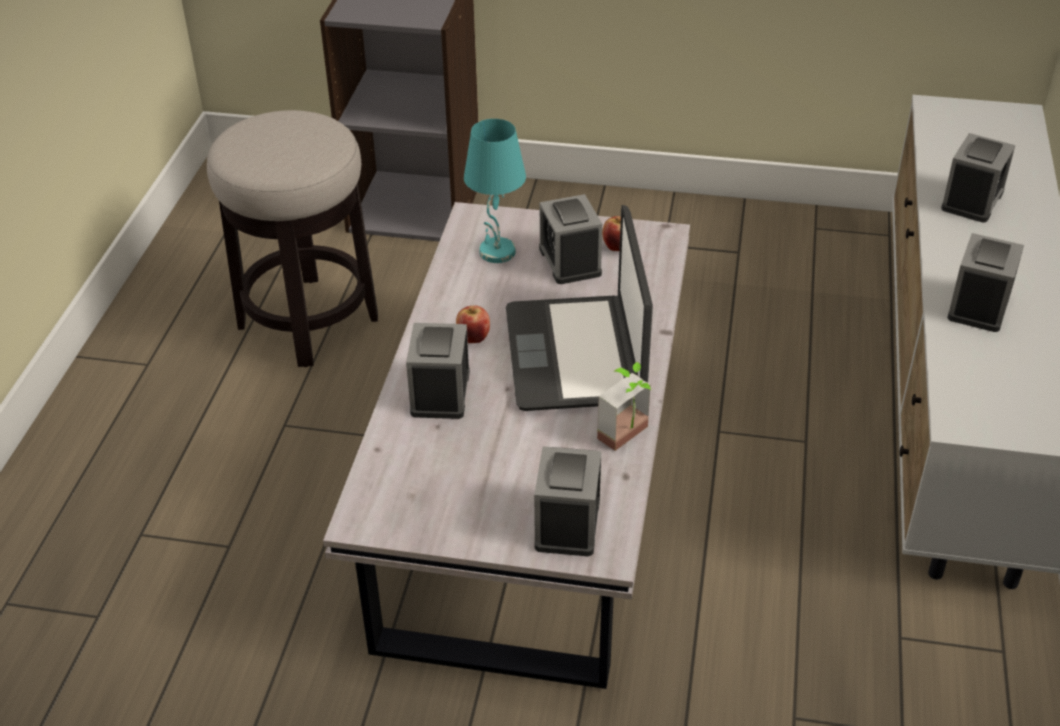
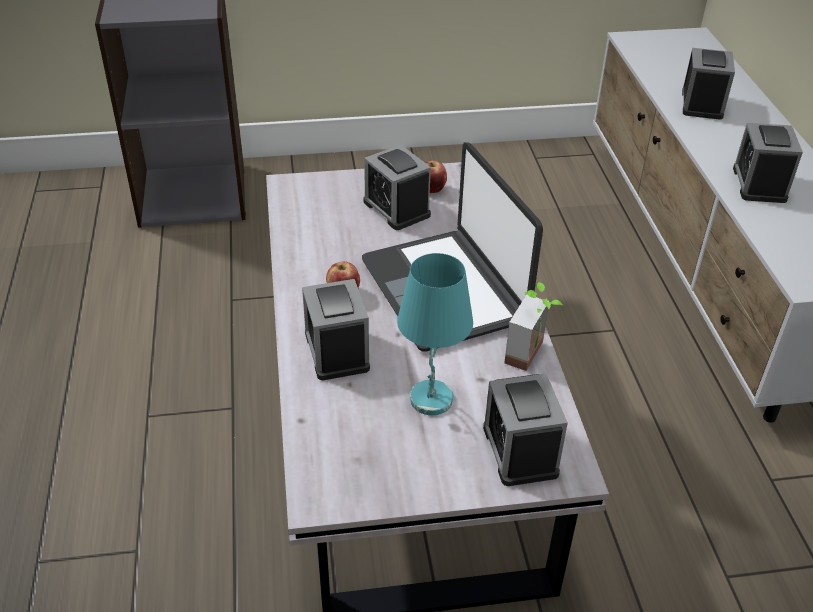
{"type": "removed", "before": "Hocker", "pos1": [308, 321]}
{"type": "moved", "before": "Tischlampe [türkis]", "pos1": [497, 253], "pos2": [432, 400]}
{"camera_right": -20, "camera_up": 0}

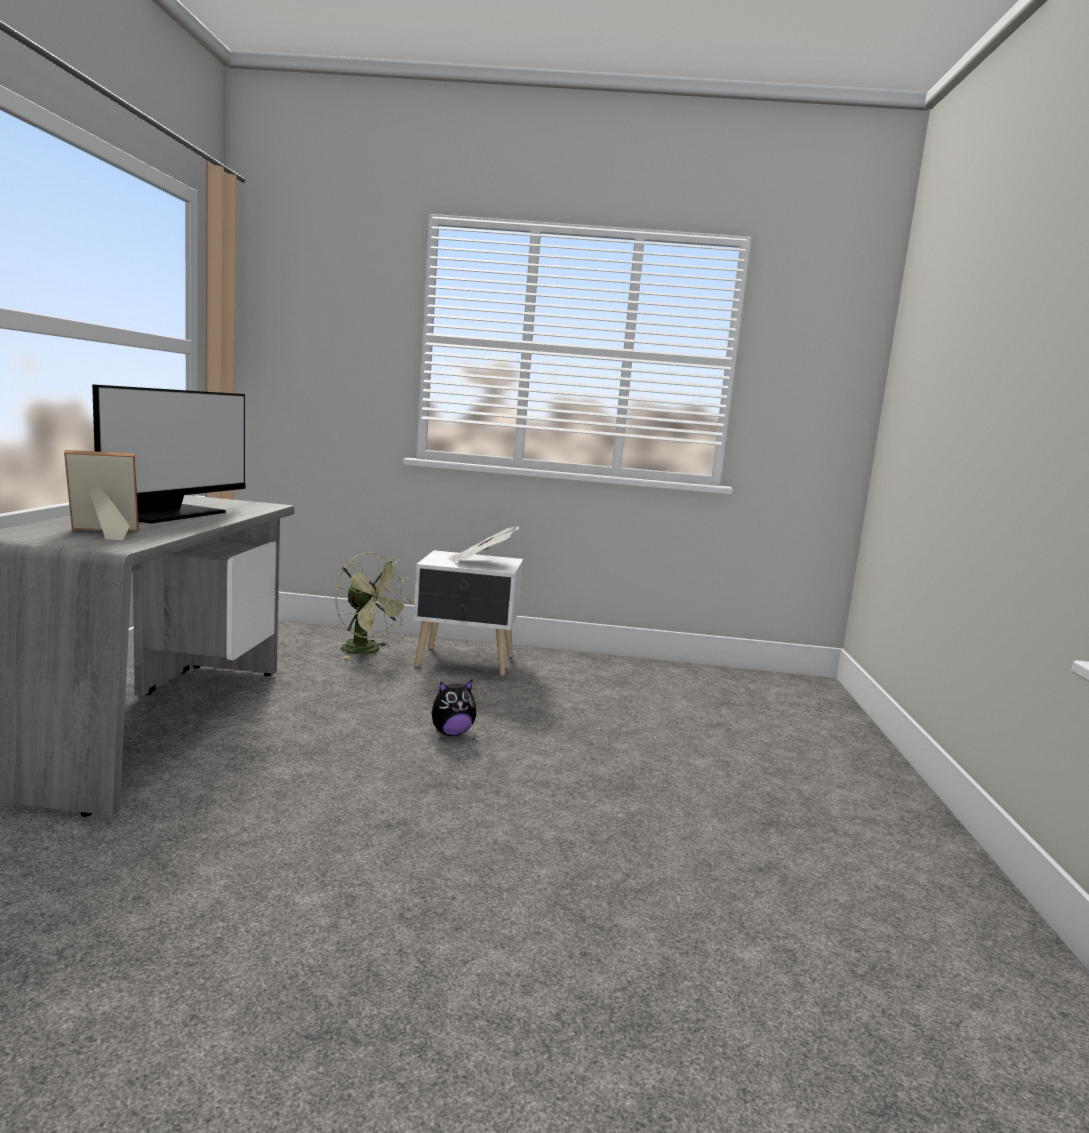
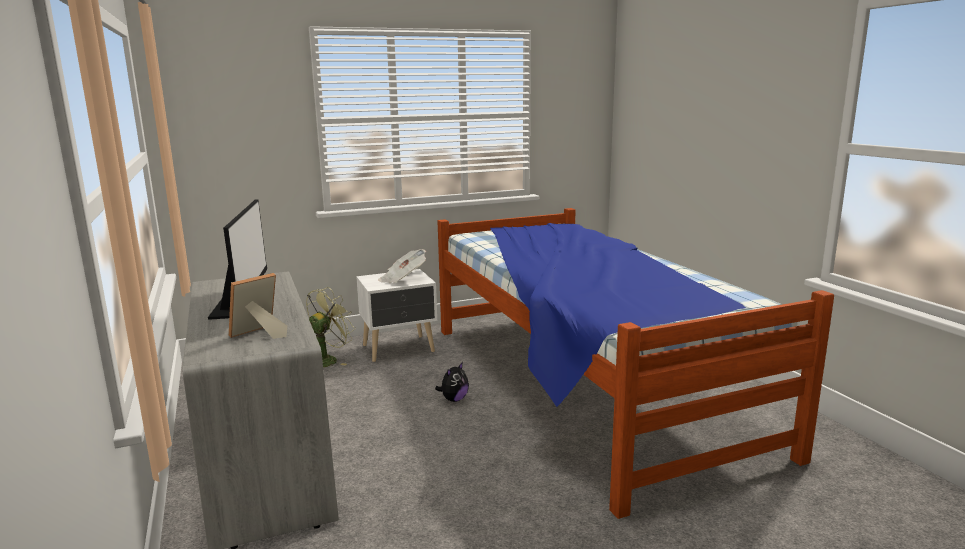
{"type": "added", "after": "Bett", "pos2": [583, 384]}
{"type": "turned", "before": "Ventilator [grün]", "pos1": [367, 651], "pos2": [327, 360], "turn": -60}
{"camera_right": -25, "camera_up": 5}

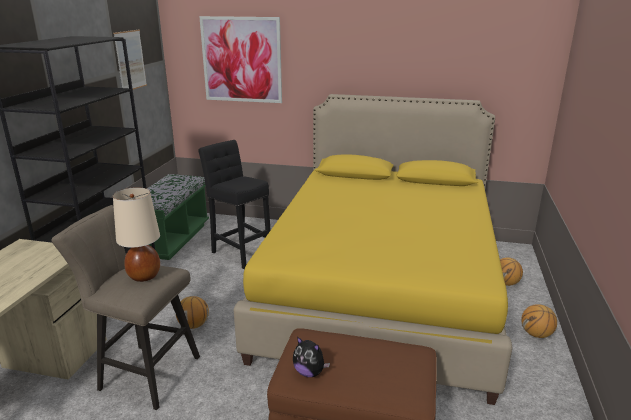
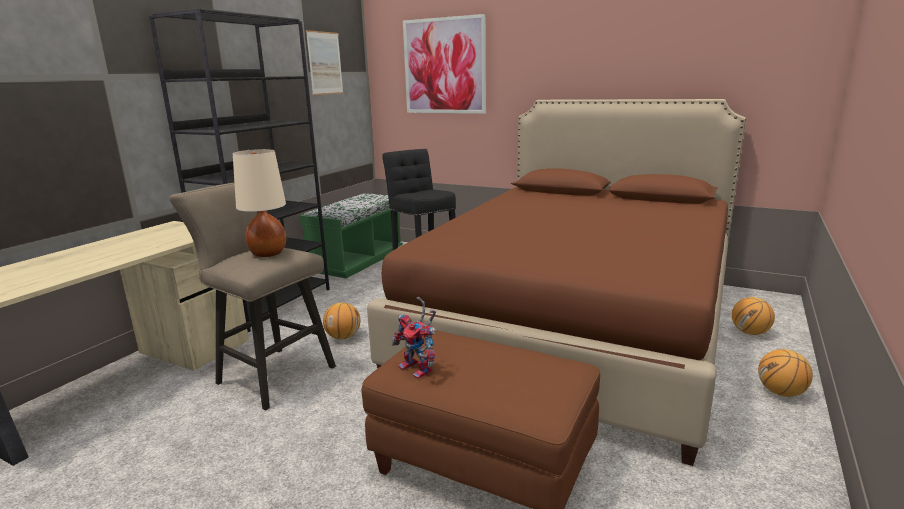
{"type": "replaced", "before": "Plüschtier", "after": "Spielzeugroboter", "pos1": [309, 372], "pos2": [419, 370]}
{"type": "recoloured", "before": "Bett [gelb]", "after": "Bett [braun]", "pos1": [381, 290], "pos2": [576, 325]}
{"camera_right": 15, "camera_up": -5}

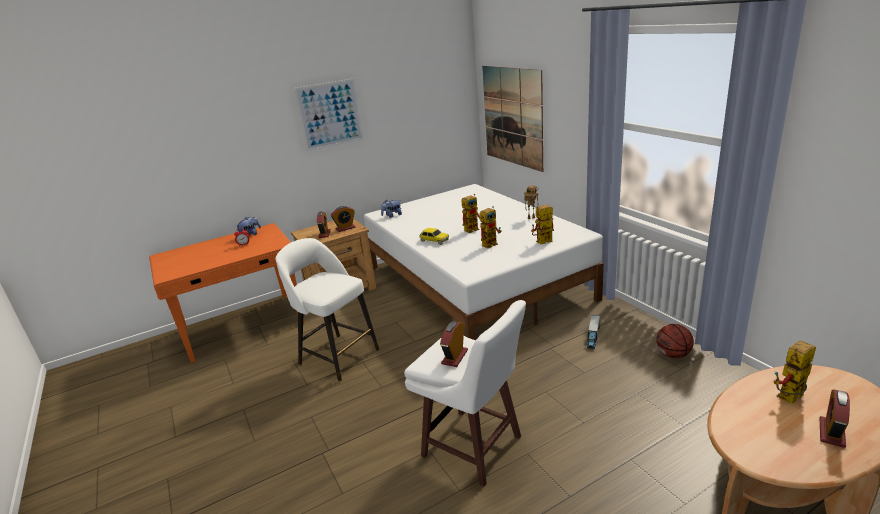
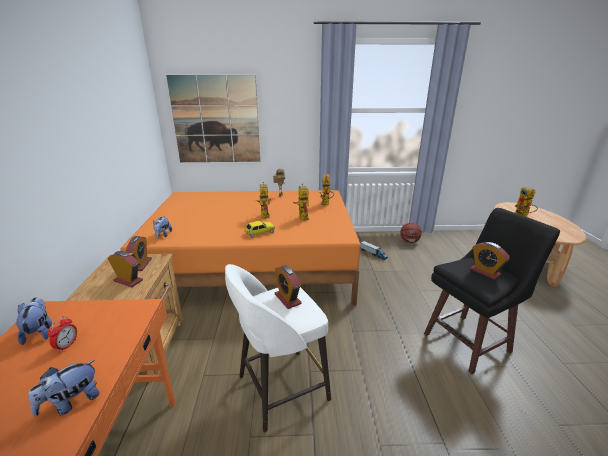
{"type": "removed", "before": "Bild", "pos1": [330, 114]}
{"type": "added", "after": "Plüschtier", "pos2": [72, 402]}
{"type": "moved", "before": "Wecker", "pos1": [831, 433], "pos2": [287, 299]}
{"type": "recoloured", "before": "Bett [weiß]", "after": "Bett [orange]", "pos1": [475, 282], "pos2": [254, 266]}
{"type": "recoloured", "before": "Hocker [weiß]", "after": "Hocker [schwarz]", "pos1": [474, 448], "pos2": [469, 342]}
{"camera_right": -65, "camera_up": 0}

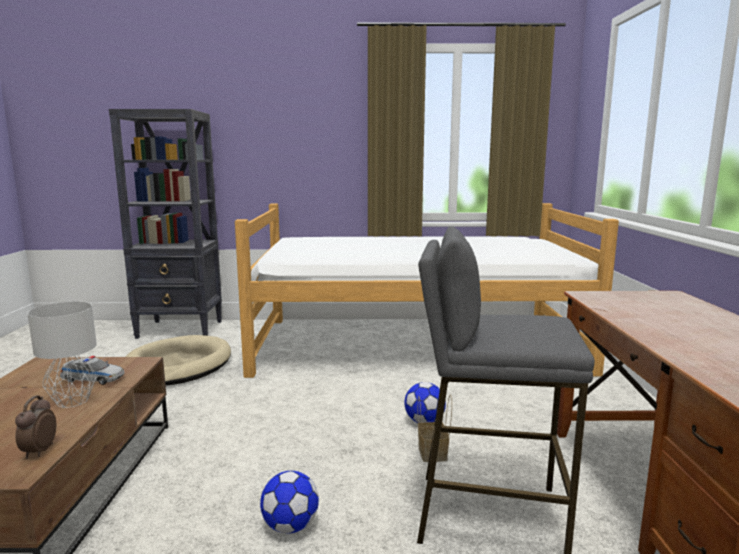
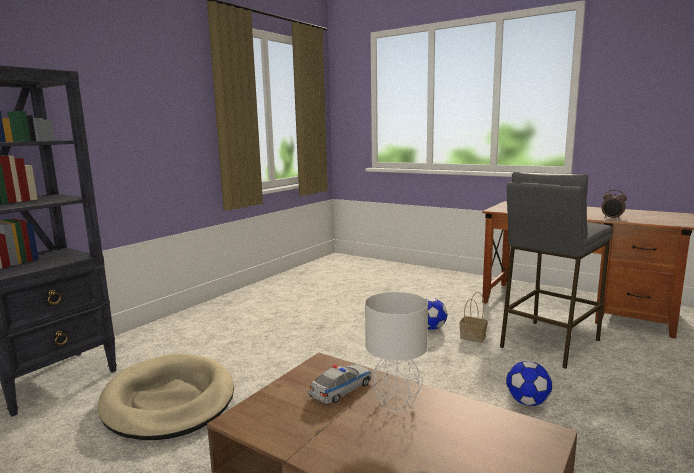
{"type": "removed", "before": "Bett", "pos1": [415, 345]}
{"type": "moved", "before": "Wecker", "pos1": [38, 451], "pos2": [612, 218]}
{"camera_right": -55, "camera_up": 0}

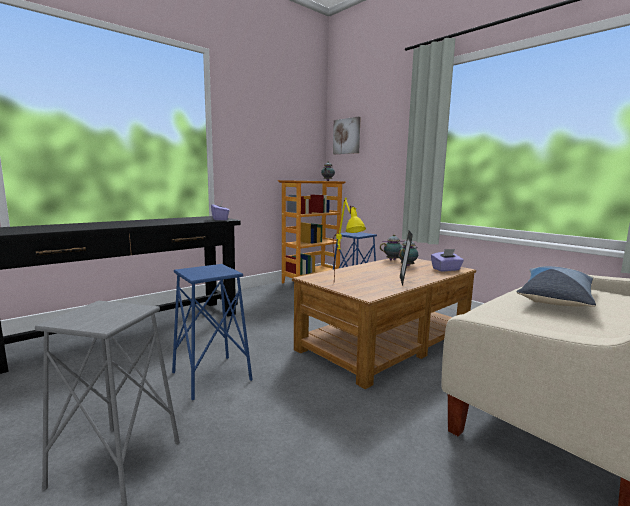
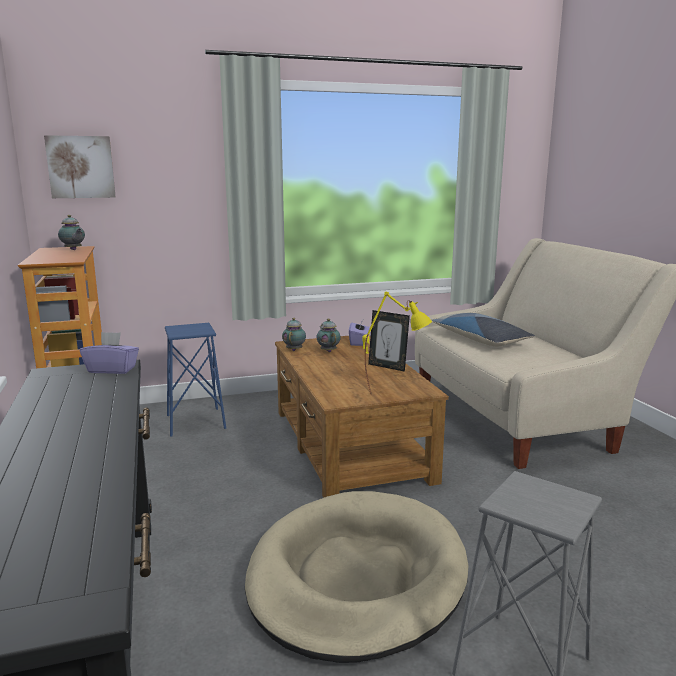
{"type": "replaced", "before": "Hocker [blau]", "after": "Hundebett [beige]", "pos1": [211, 376], "pos2": [357, 577]}
{"camera_right": -65, "camera_up": 5}

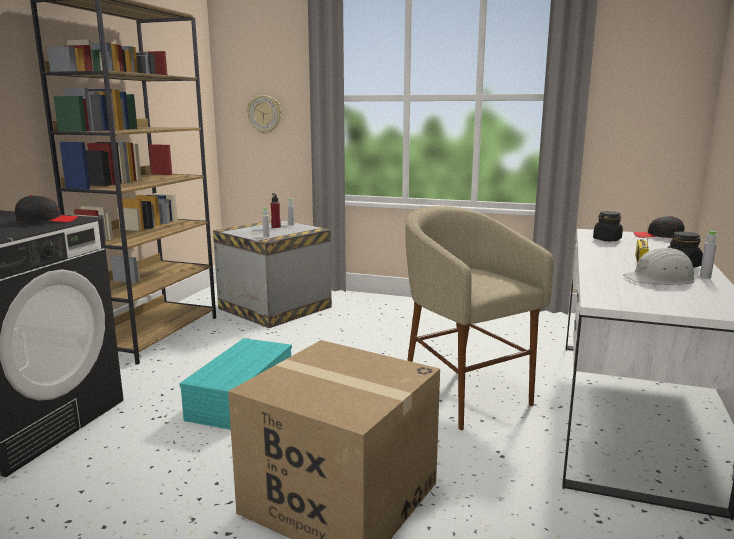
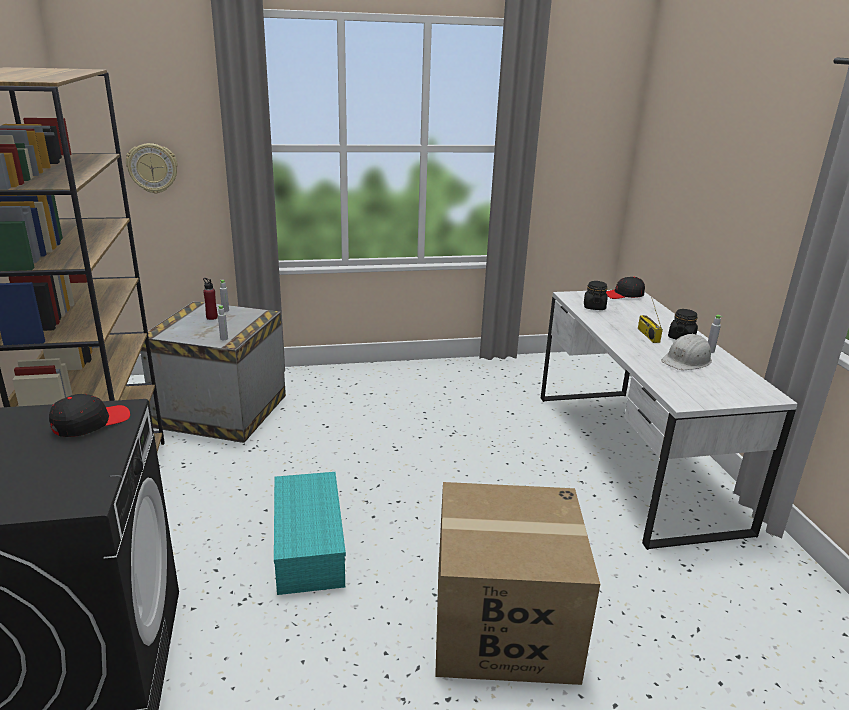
{"type": "removed", "before": "Hocker [beige]", "pos1": [463, 395]}
{"camera_right": -30, "camera_up": 10}

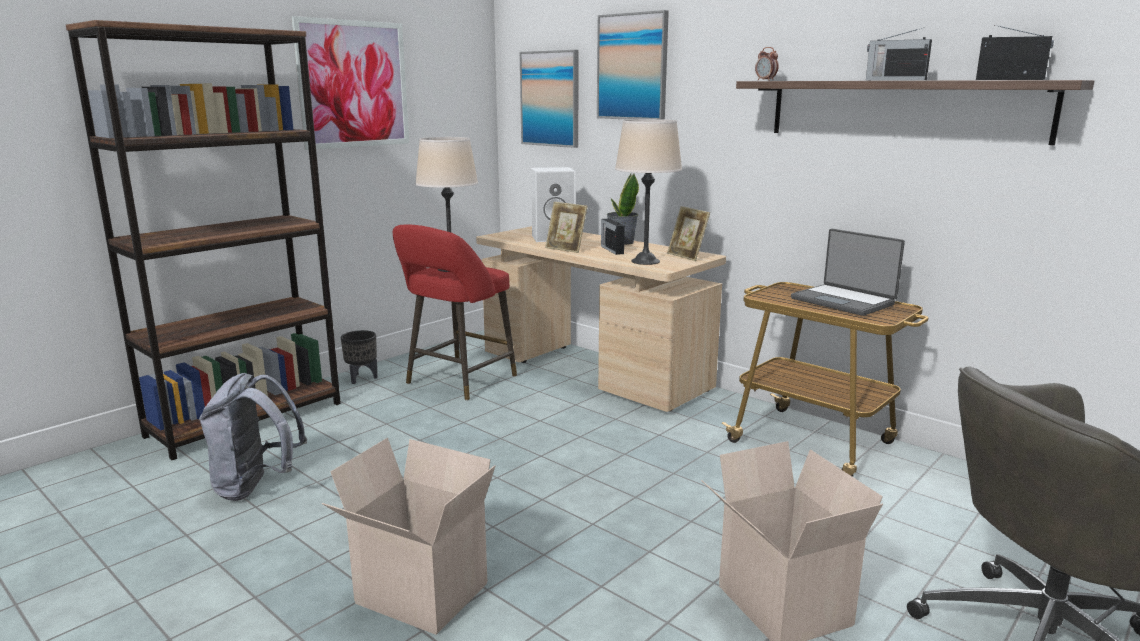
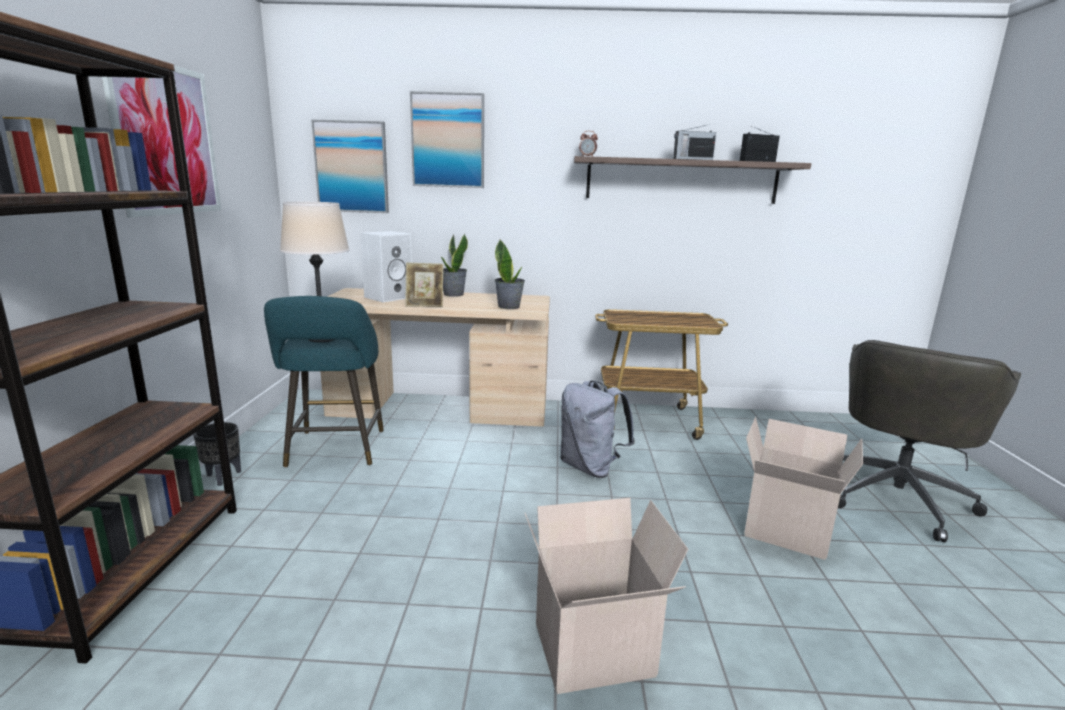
{"type": "removed", "before": "Radio", "pos1": [612, 249]}
{"type": "removed", "before": "Bilderrahmen", "pos1": [687, 256]}
{"type": "removed", "before": "Laptop", "pos1": [843, 301]}
{"type": "moved", "before": "Rucksack [grau]", "pos1": [256, 487], "pos2": [591, 467]}
{"type": "replaced", "before": "Tischlampe [beige]", "after": "Topfpflanze", "pos1": [645, 261], "pos2": [509, 306]}
{"type": "recoloured", "before": "Hocker [rot]", "after": "Hocker [türkis]", "pos1": [457, 382], "pos2": [335, 451]}
{"camera_right": -40, "camera_up": 0}

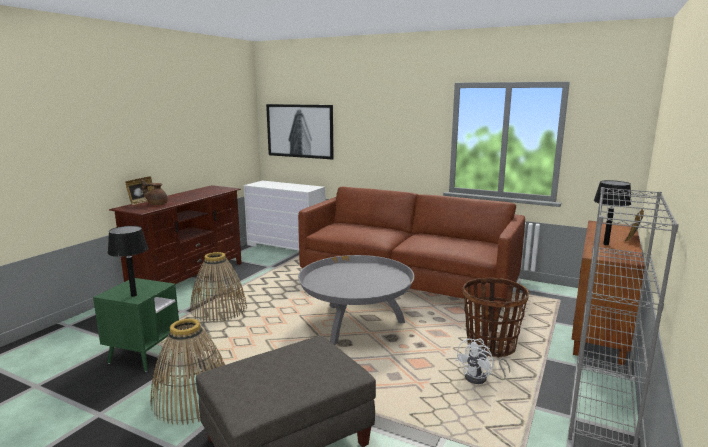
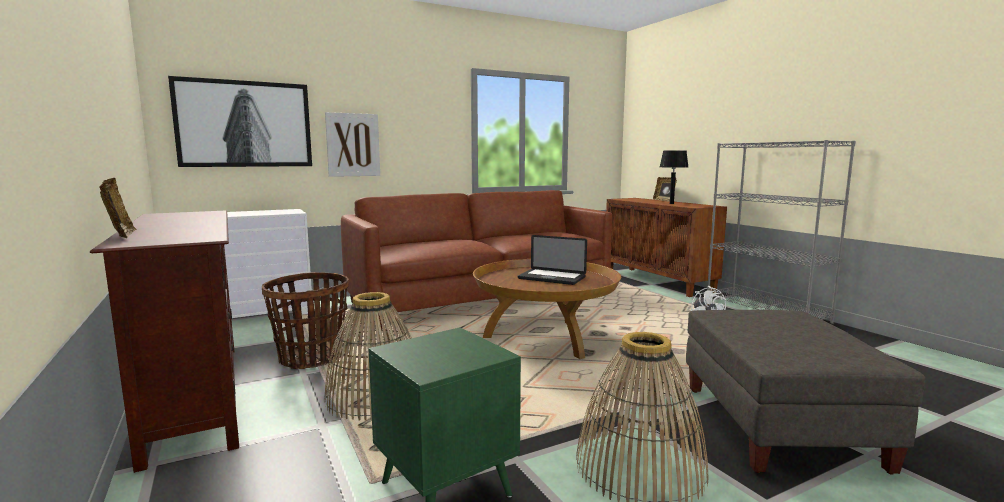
{"type": "removed", "before": "Tischlampe [schwarz]", "pos1": [133, 295]}
{"type": "removed", "before": "Teekanne [braun]", "pos1": [157, 204]}
{"type": "added", "after": "Bild", "pos2": [353, 145]}
{"type": "added", "after": "Laptop", "pos2": [551, 278]}
{"type": "moved", "before": "Korb", "pos1": [490, 346], "pos2": [311, 358]}
{"type": "recoloured", "before": "Couchtisch [grau]", "after": "Couchtisch [braun]", "pos1": [356, 323], "pos2": [545, 338]}
{"camera_right": -55, "camera_up": -5}

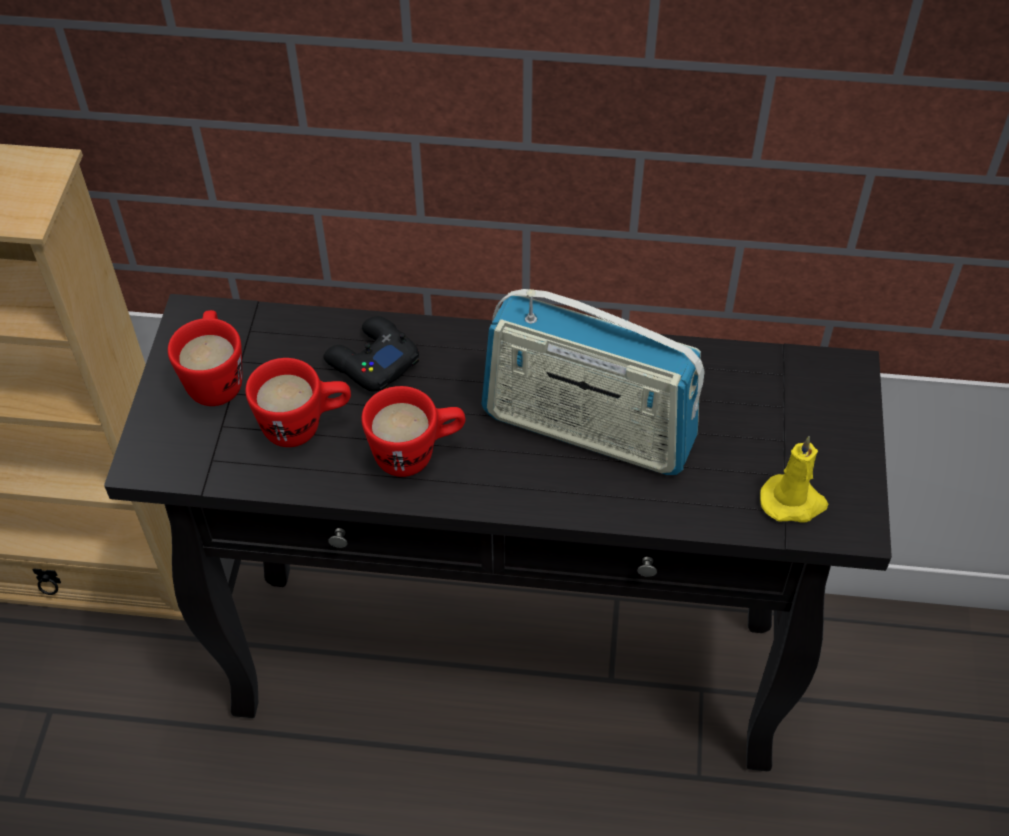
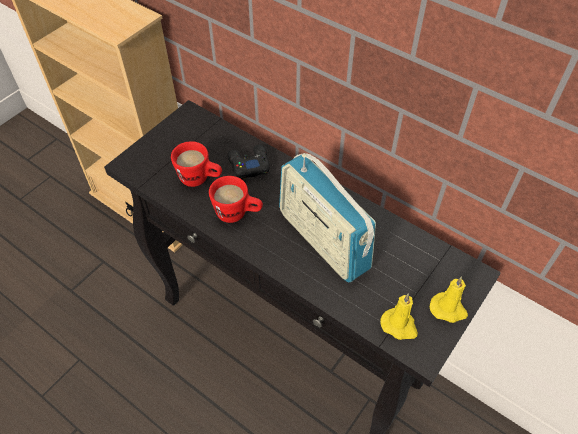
{"type": "removed", "before": "Henkelbecher [rot]", "pos1": [216, 377]}
{"type": "added", "after": "Kerze [gelb]", "pos2": [448, 309]}
{"camera_right": 30, "camera_up": 0}

